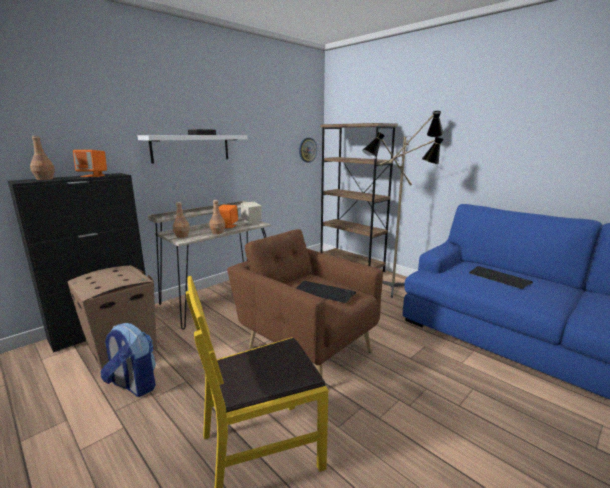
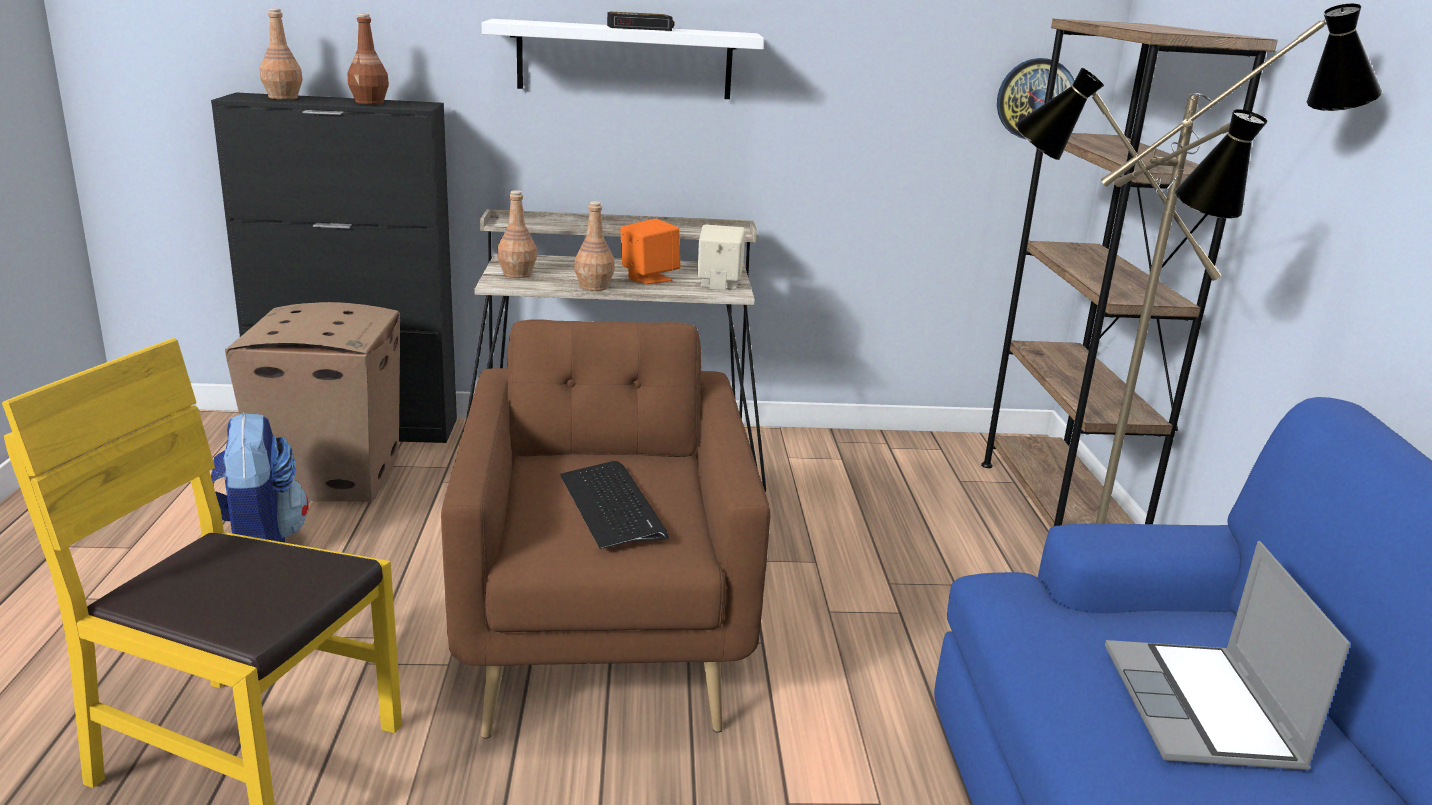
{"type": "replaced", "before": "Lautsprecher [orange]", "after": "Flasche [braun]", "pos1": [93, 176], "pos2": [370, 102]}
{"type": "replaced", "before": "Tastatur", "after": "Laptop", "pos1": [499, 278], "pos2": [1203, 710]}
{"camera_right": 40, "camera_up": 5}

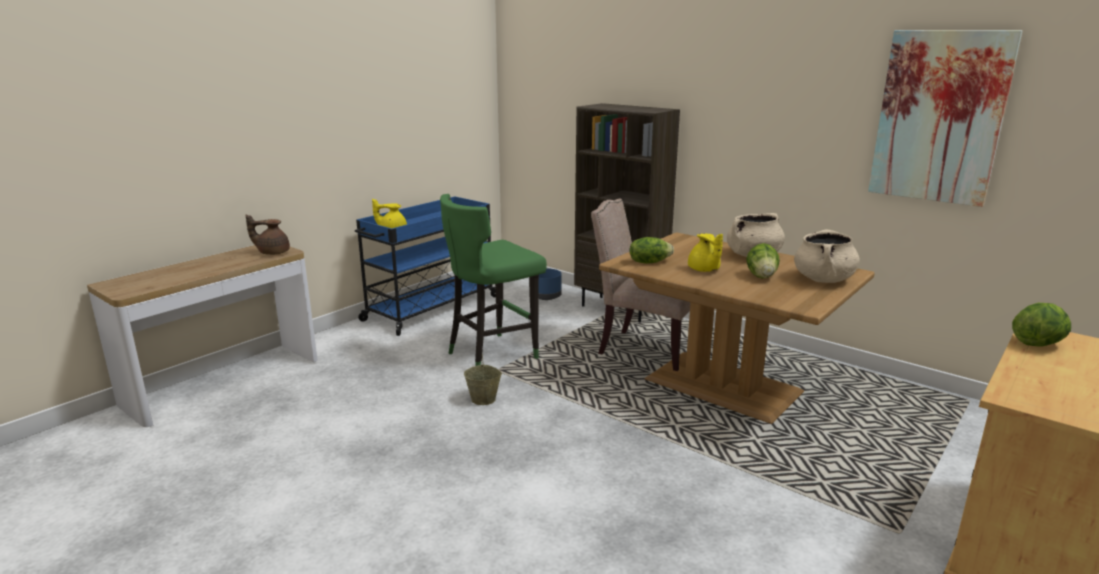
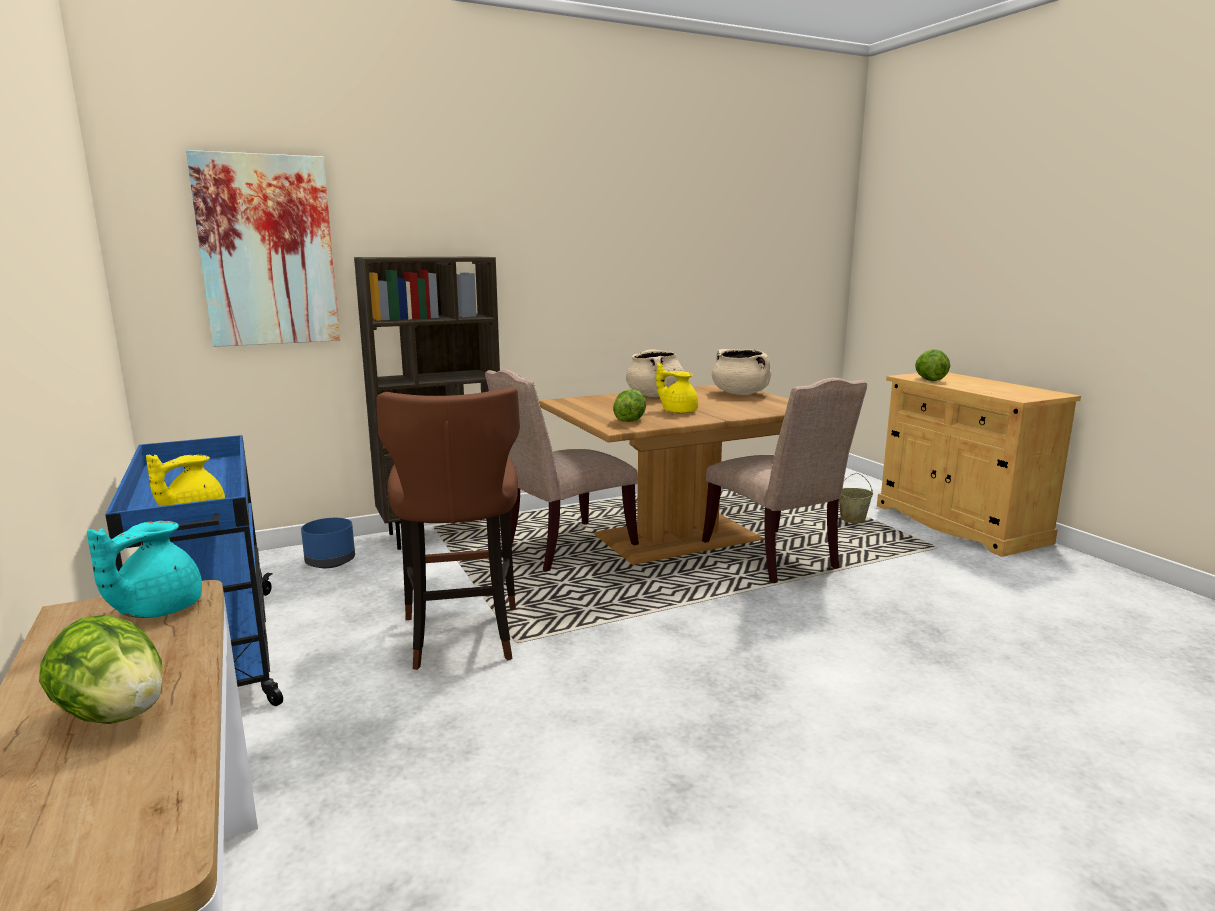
{"type": "added", "after": "Stuhl [beige]", "pos2": [775, 558]}
{"type": "moved", "before": "Eimer [beige]", "pos1": [484, 399], "pos2": [853, 520]}
{"type": "moved", "before": "Salatkopf", "pos1": [761, 276], "pos2": [114, 713]}
{"type": "moved", "before": "Bild", "pos1": [939, 117], "pos2": [268, 251]}
{"type": "recoloured", "before": "Teekanne [braun]", "after": "Teekanne [türkis]", "pos1": [272, 252], "pos2": [156, 610]}
{"type": "recoloured", "before": "Hocker [grün]", "after": "Hocker [braun]", "pos1": [493, 354], "pos2": [461, 635]}
{"type": "turned", "before": "Teekanne [gelb]", "pos1": [704, 270], "pos2": [678, 411], "turn": -150}
{"camera_right": -65, "camera_up": -5}

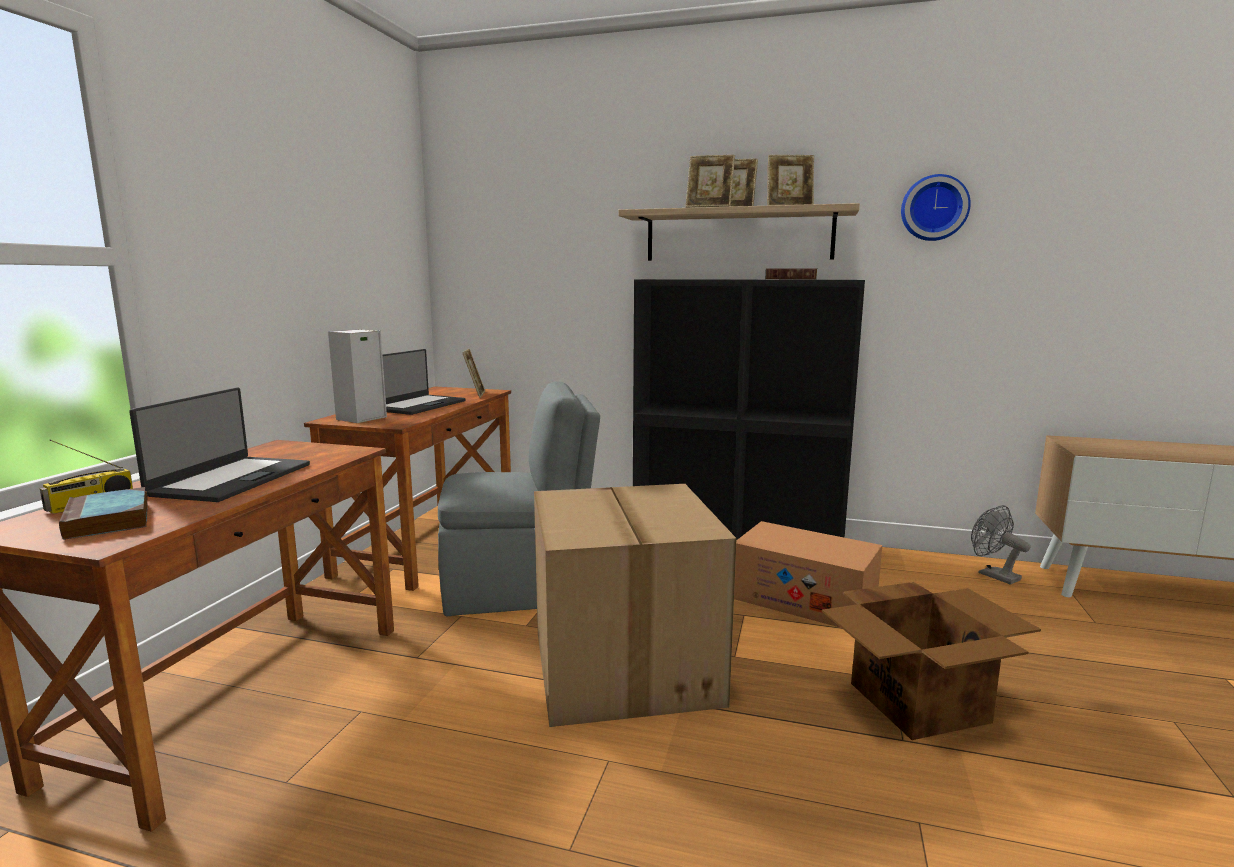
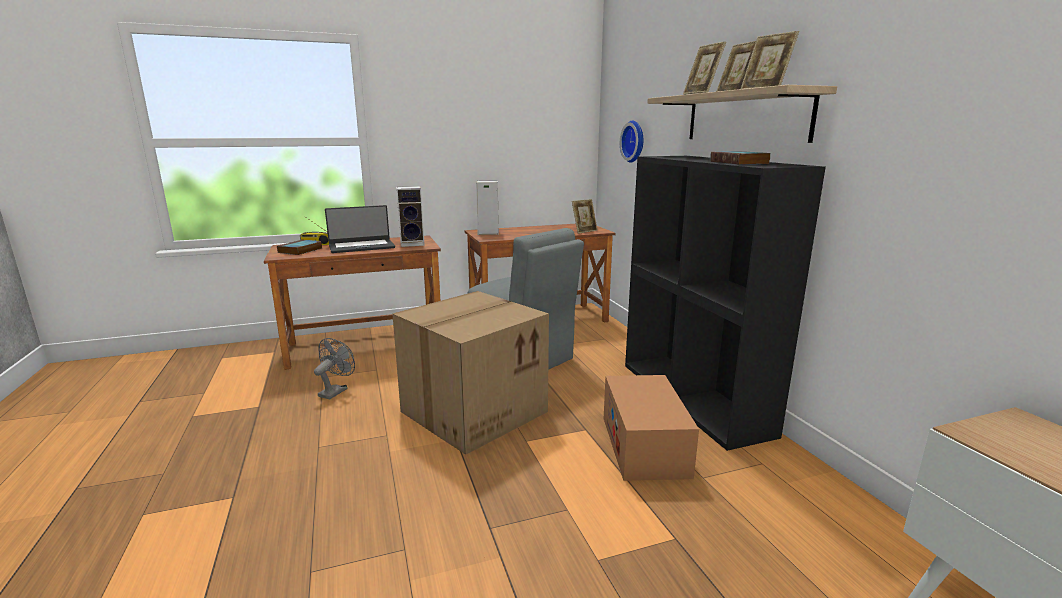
{"type": "removed", "before": "Laptop", "pos1": [418, 405]}
{"type": "removed", "before": "Karton", "pos1": [920, 702]}
{"type": "added", "after": "Lautsprecher", "pos2": [413, 243]}
{"type": "moved", "before": "Wanduhr", "pos1": [934, 208], "pos2": [634, 141]}
{"type": "moved", "before": "Ventilator [grau]", "pos1": [993, 575], "pos2": [336, 391]}
{"camera_right": 55, "camera_up": 5}

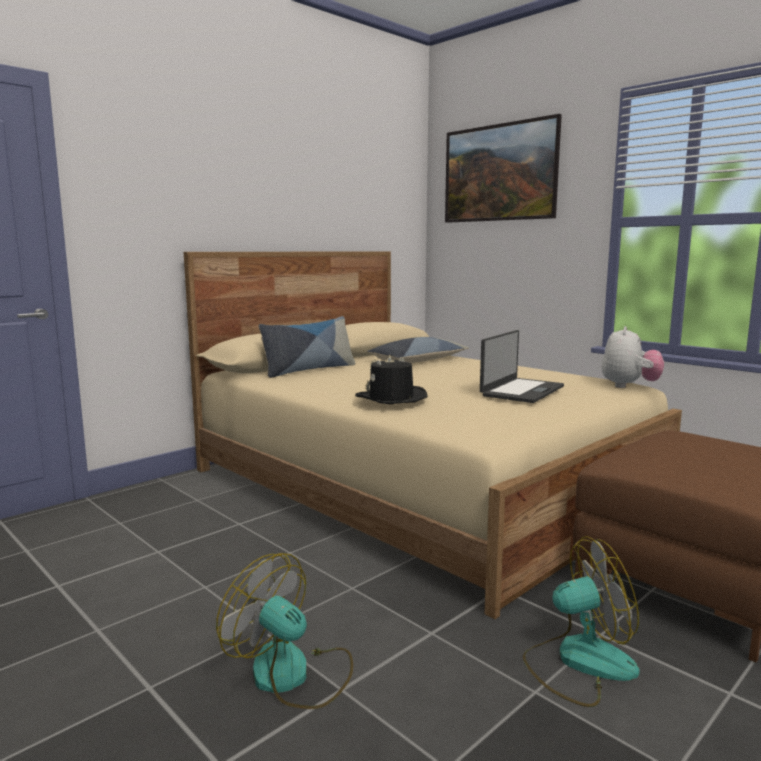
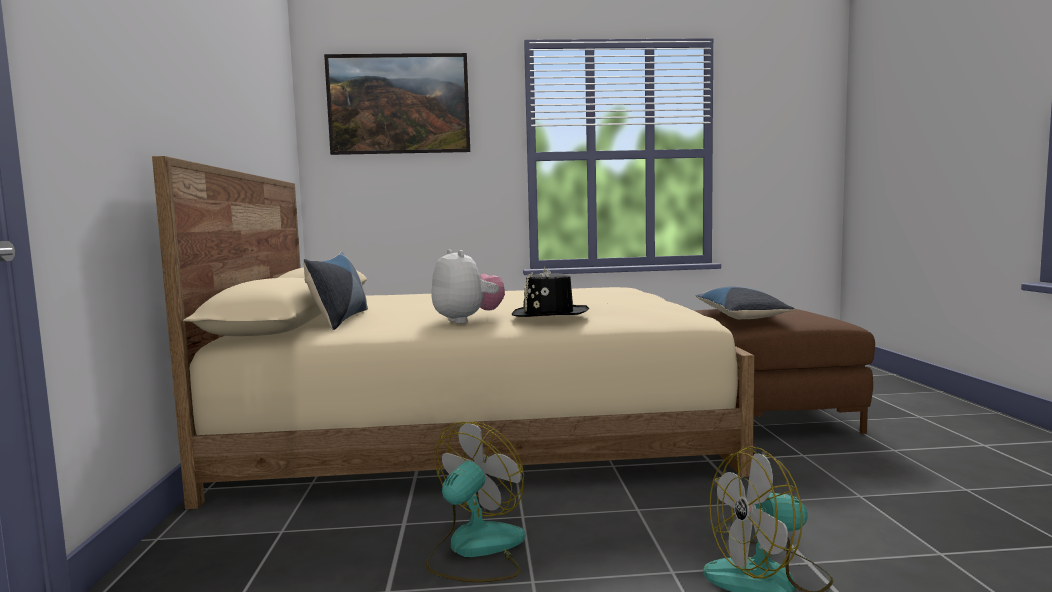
{"type": "removed", "before": "Laptop", "pos1": [521, 391]}
{"type": "moved", "before": "Kissen", "pos1": [418, 361], "pos2": [740, 316]}
{"type": "moved", "before": "Ventilator", "pos1": [579, 662], "pos2": [475, 550]}
{"type": "moved", "before": "Plüschtier", "pos1": [629, 386], "pos2": [467, 321]}
{"camera_right": -50, "camera_up": -5}

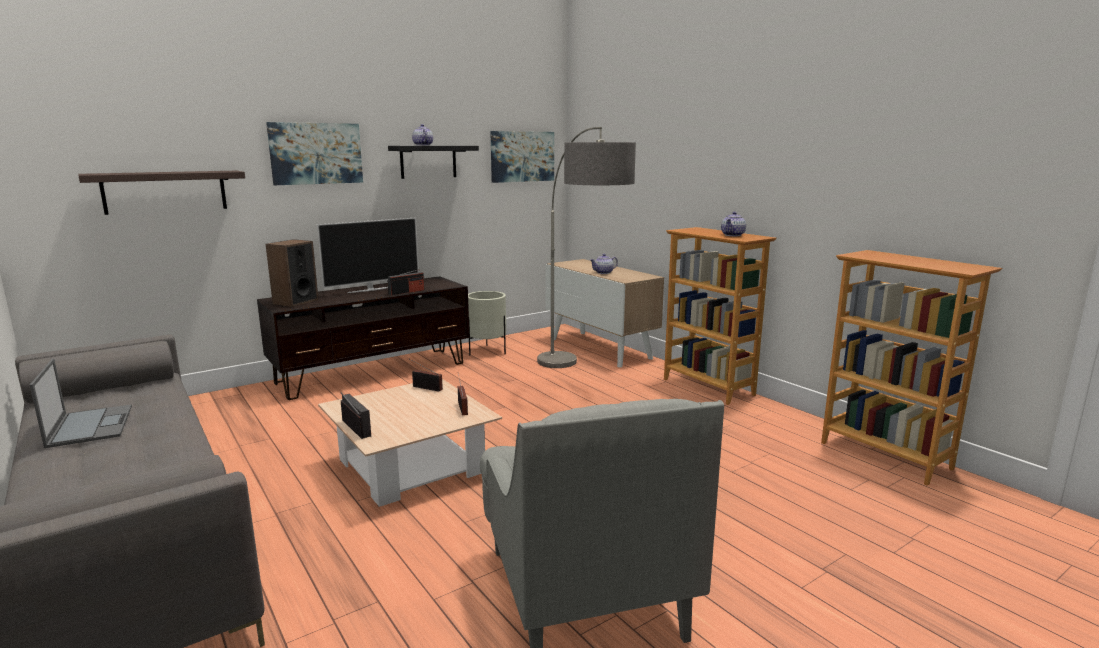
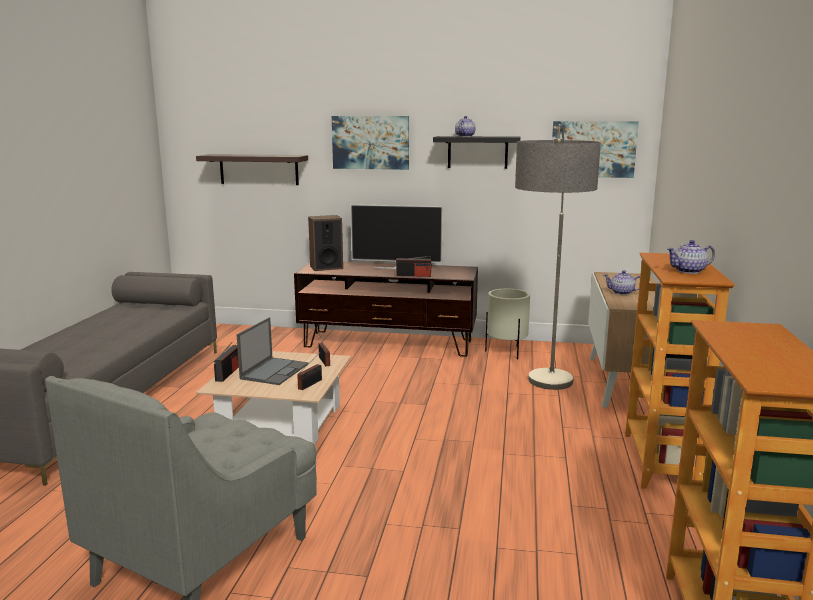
{"type": "moved", "before": "Laptop", "pos1": [90, 425], "pos2": [275, 371]}
{"camera_right": 45, "camera_up": 0}

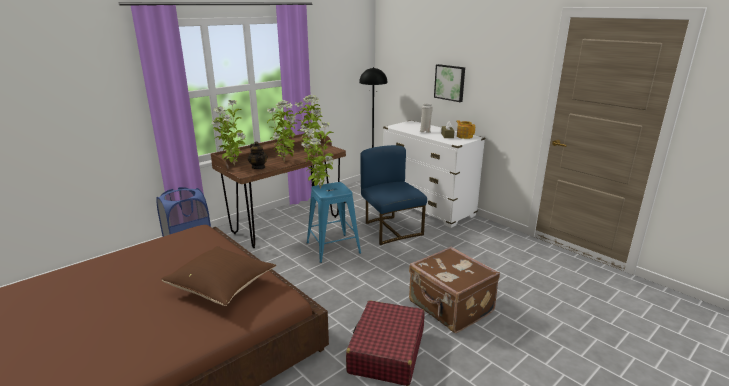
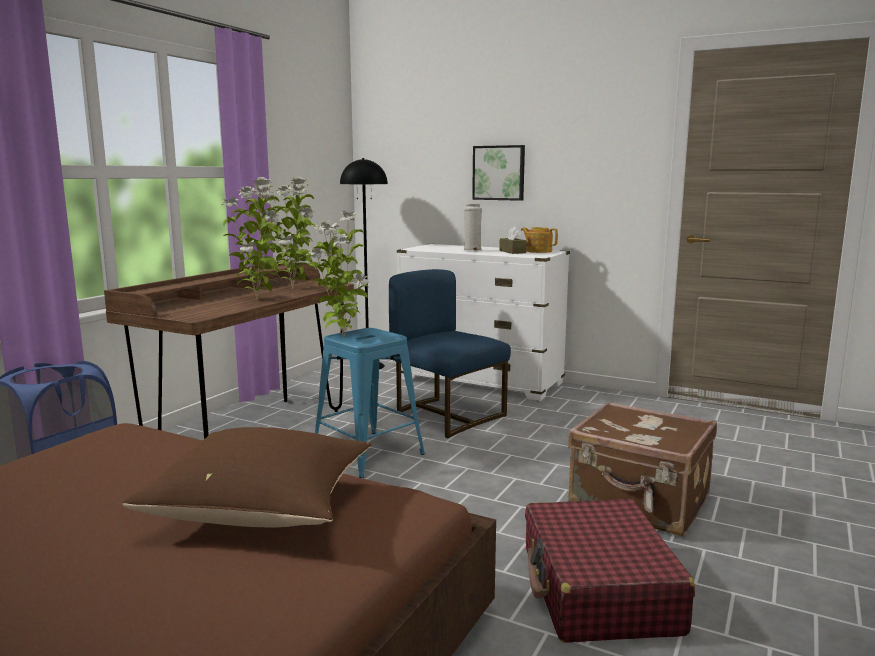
{"type": "removed", "before": "Topfpflanze", "pos1": [233, 165]}
{"type": "removed", "before": "Teekanne", "pos1": [258, 167]}
{"camera_right": -20, "camera_up": -10}

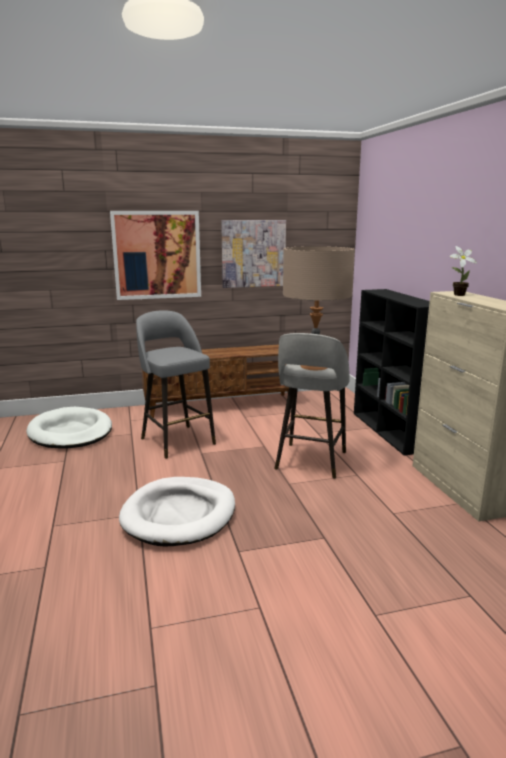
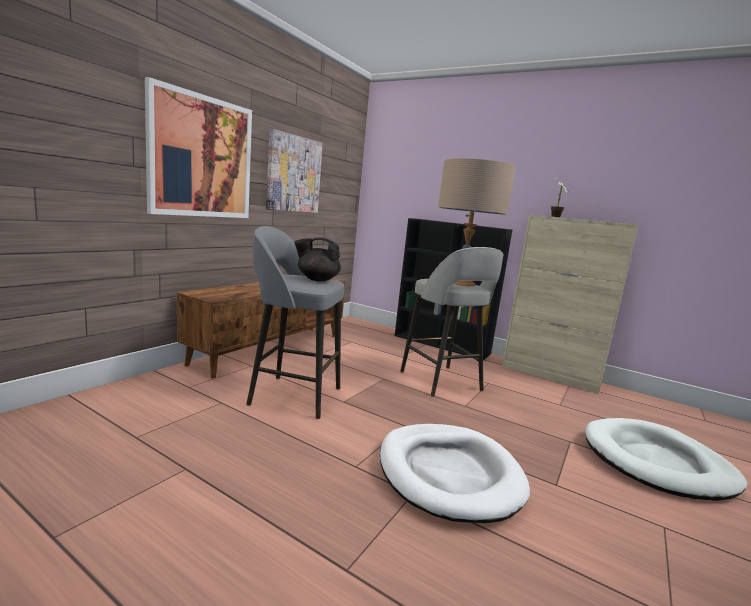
{"type": "added", "after": "Teekanne [schwarz]", "pos2": [317, 279]}
{"type": "moved", "before": "Hundebett [weiß]", "pos1": [71, 432], "pos2": [657, 462]}
{"camera_right": -45, "camera_up": -5}

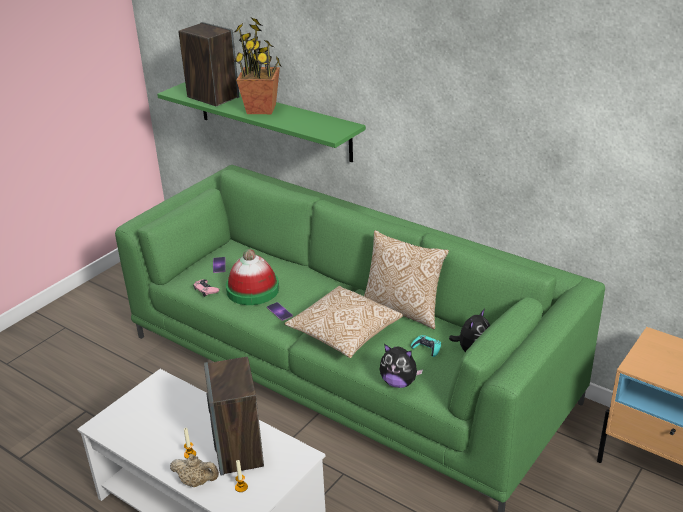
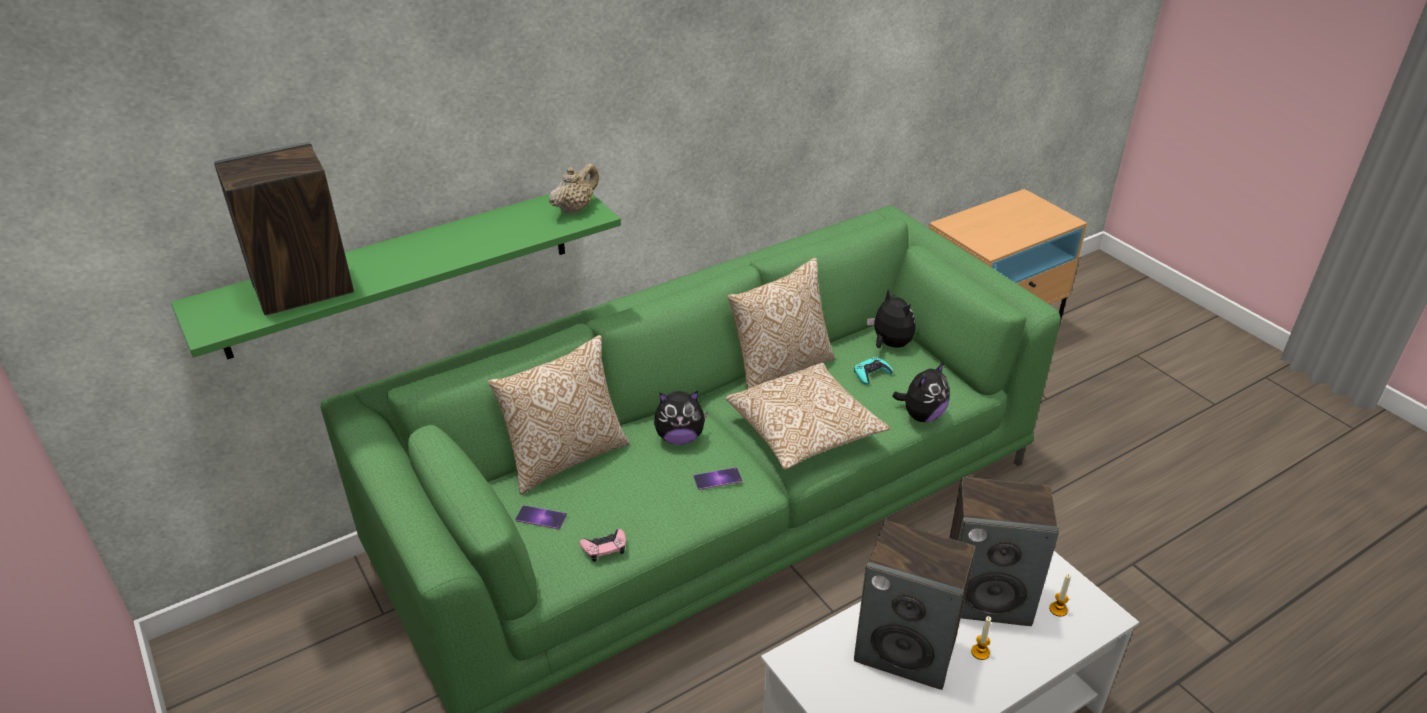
{"type": "removed", "before": "Hut", "pos1": [253, 290]}
{"type": "removed", "before": "Topfpflanze", "pos1": [262, 109]}
{"type": "added", "after": "Kissen", "pos2": [565, 457]}
{"type": "added", "after": "Plüschtier", "pos2": [679, 438]}
{"type": "added", "after": "Lautsprecher", "pos2": [906, 650]}
{"type": "moved", "before": "Teekanne [beige]", "pos1": [196, 482], "pos2": [575, 208]}
{"camera_right": -70, "camera_up": 5}

